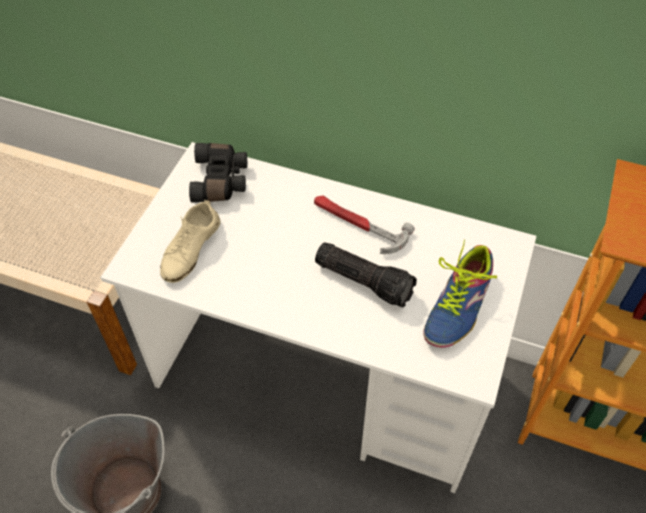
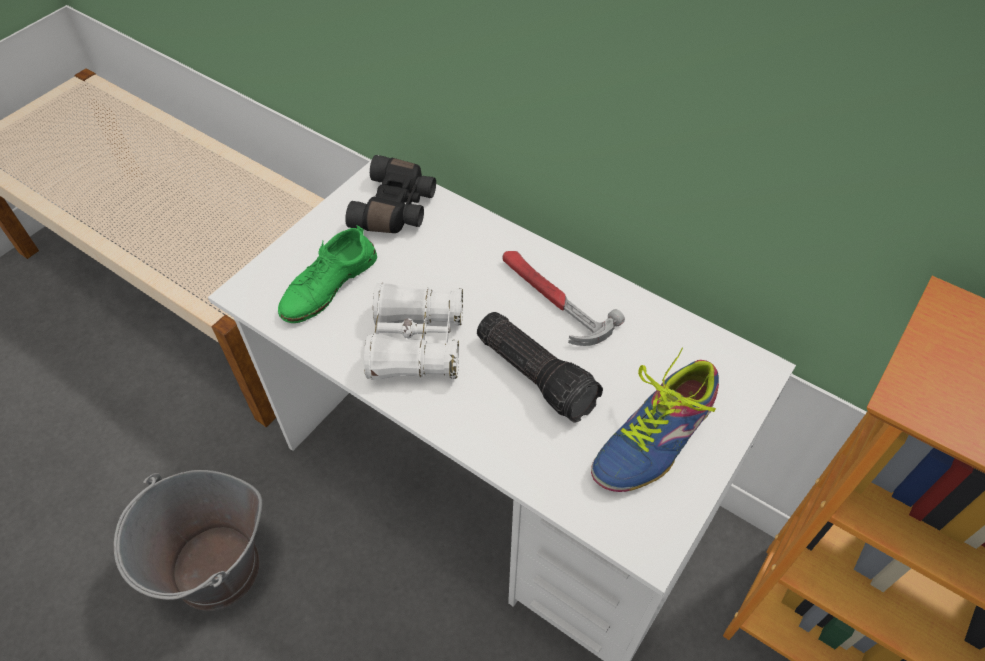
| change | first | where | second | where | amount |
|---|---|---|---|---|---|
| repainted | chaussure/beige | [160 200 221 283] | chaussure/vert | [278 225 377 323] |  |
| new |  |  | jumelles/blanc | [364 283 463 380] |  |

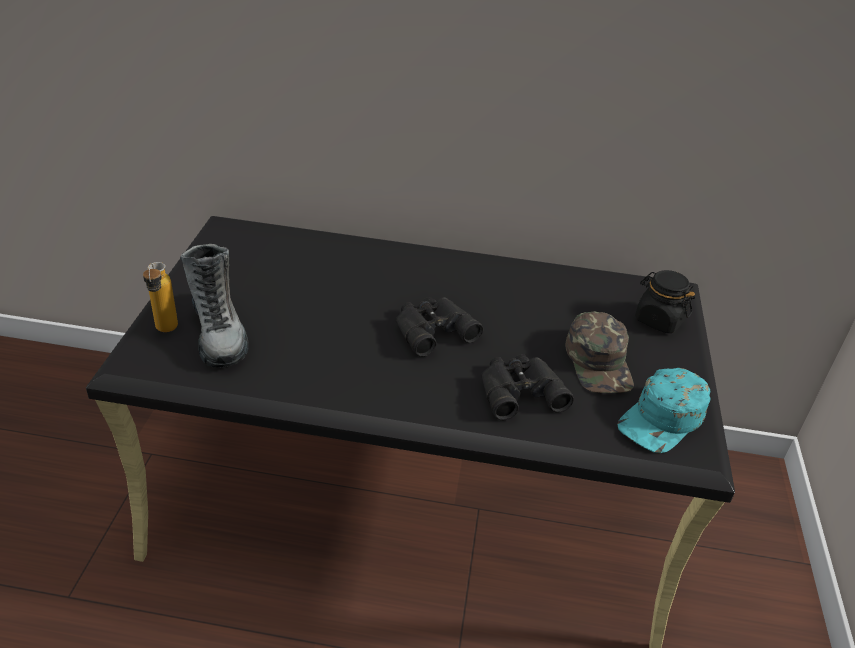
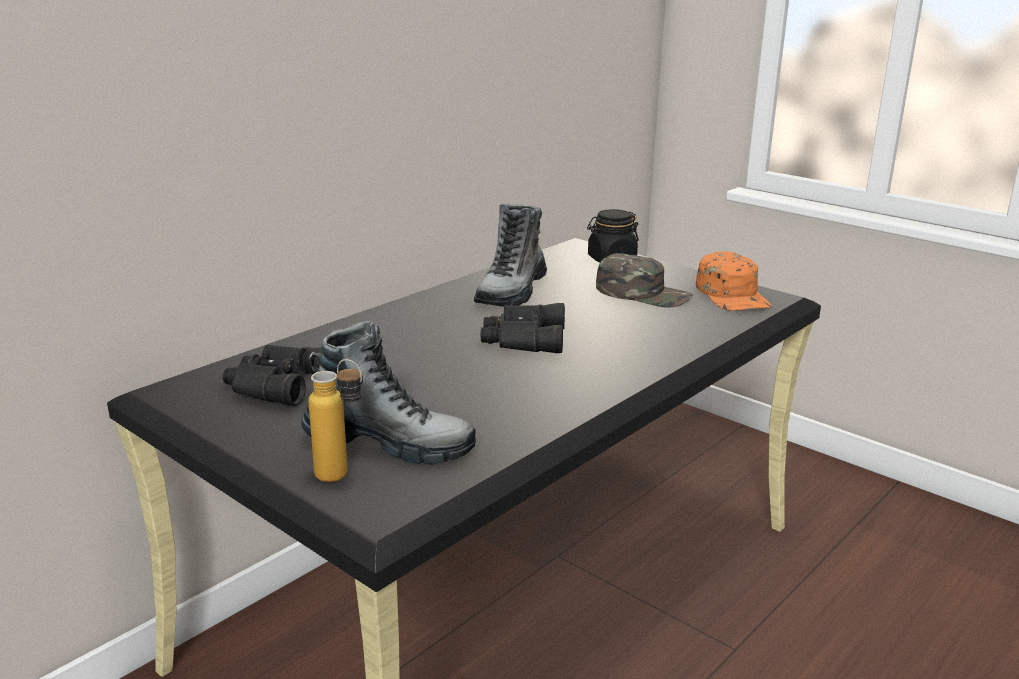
| change | first | where | second | where | amount |
|---|---|---|---|---|---|
| shifted | jumelles/noir | [481 354 574 420] |  | [223 344 322 406] |  |
| repainted | casquette/turquoise | [617 368 711 453] | casquette/orange | [696 251 772 311] |  |
| new |  |  | botte | [474 203 547 307] |  |

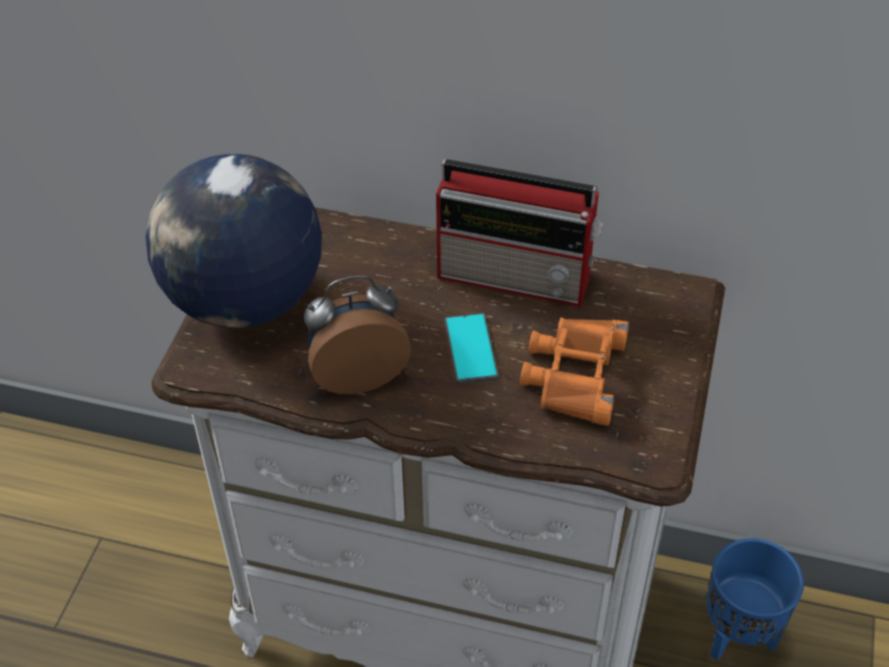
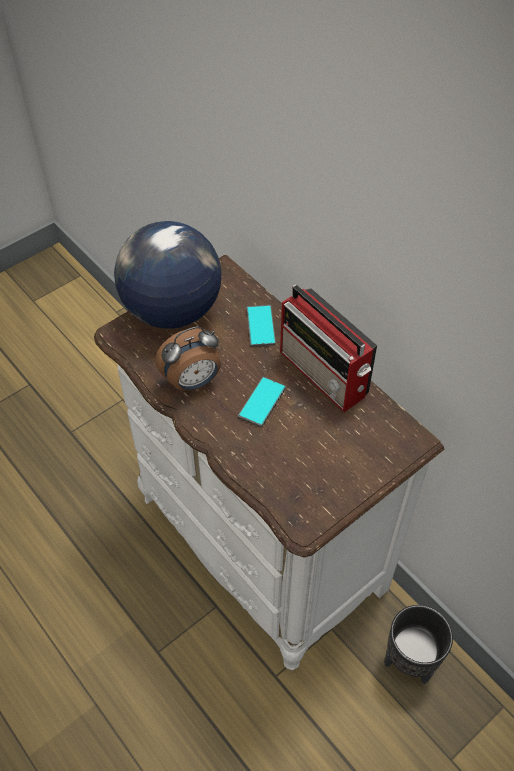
| change | first | where | second | where | amount |
|---|---|---|---|---|---|
| rotated | réveil | [304 275 411 394] |  | [155 327 221 391] | 135 degrees clockwise |
| gone | jumelles/orange | [520 318 629 426] |  |  |  |
| repainted | cache-pot/bleu | [706 538 804 661] | cache-pot/noir | [384 605 453 684] |  |
| new |  |  | téléphone | [247 305 276 347] |  |

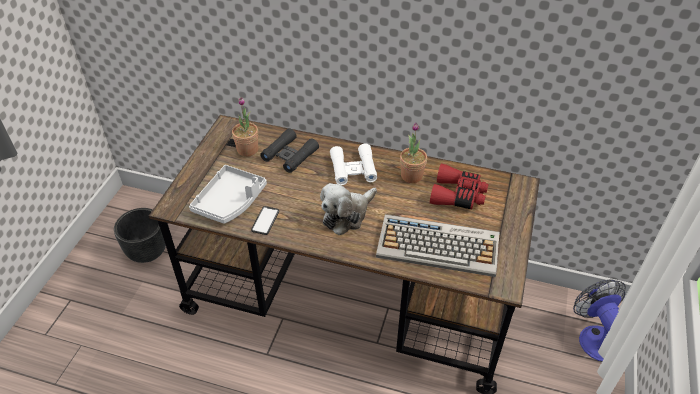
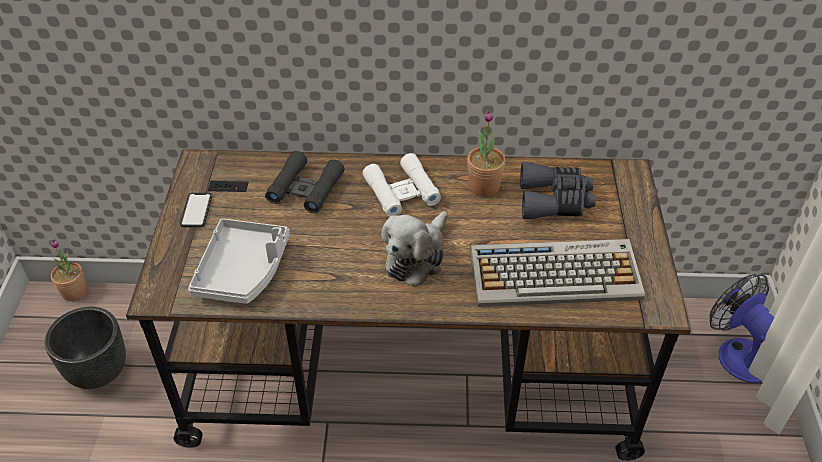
| change | first | where | second | where | amount |
|---|---|---|---|---|---|
| shifted | plante en pot | [232 97 258 157] |  | [50 239 87 301] |  |
| repainted | jumelles/rouge | [430 164 489 209] | jumelles/gris | [520 162 596 219] |  |
| shifted | téléphone | [251 206 279 235] |  | [180 193 212 227] |  |

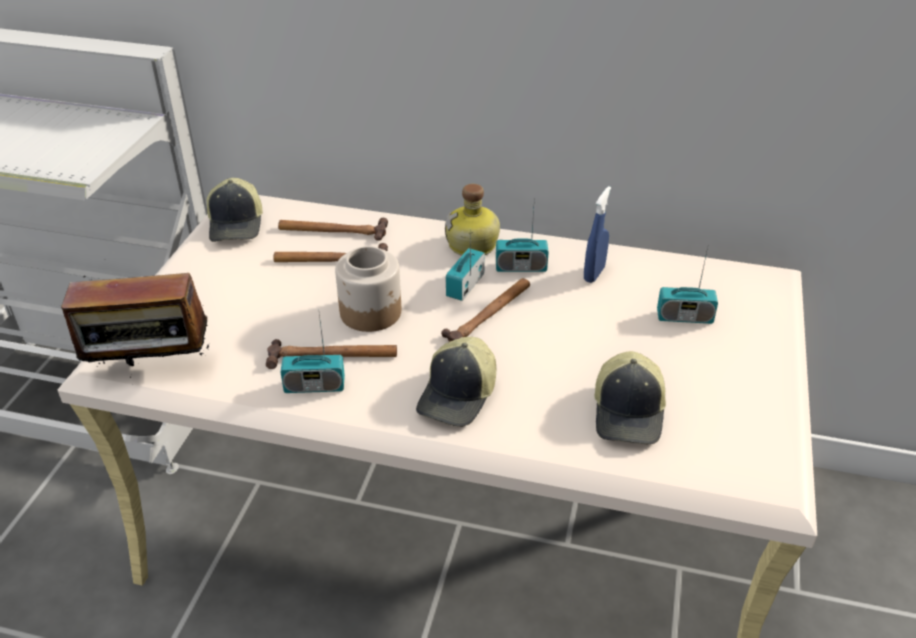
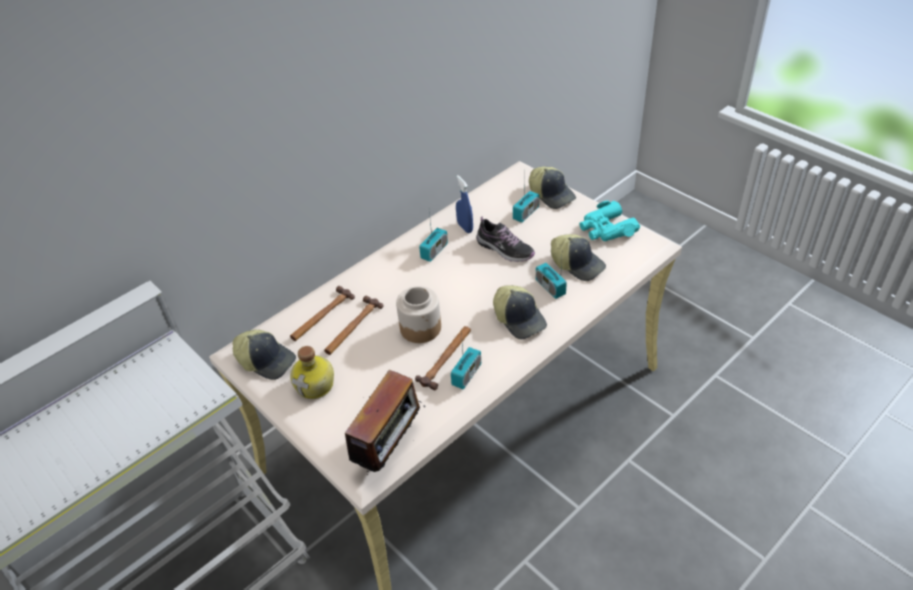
| change | first | where | second | where | amount |
|---|---|---|---|---|---|
| shifted | bouteille | [445 184 500 256] |  | [290 346 334 399] |  |
| shifted | radio | [446 242 485 301] |  | [536 259 567 299] |  |
| gone | marteau | [441 278 530 342] |  |  |  |
| new |  |  | casquette | [529 167 576 209] |  |
| new |  |  | jumelles/turquoise | [580 201 640 241] |  |
| new |  |  | chaussure | [476 217 535 262] |  |

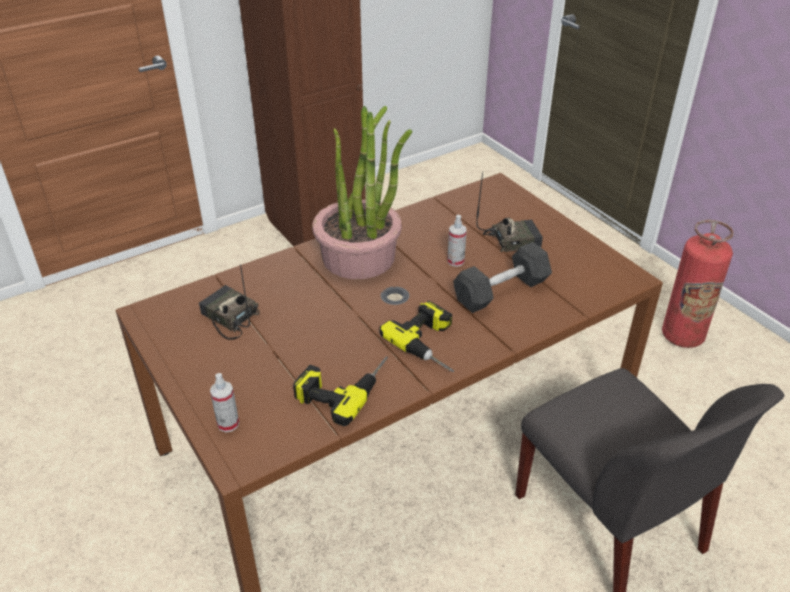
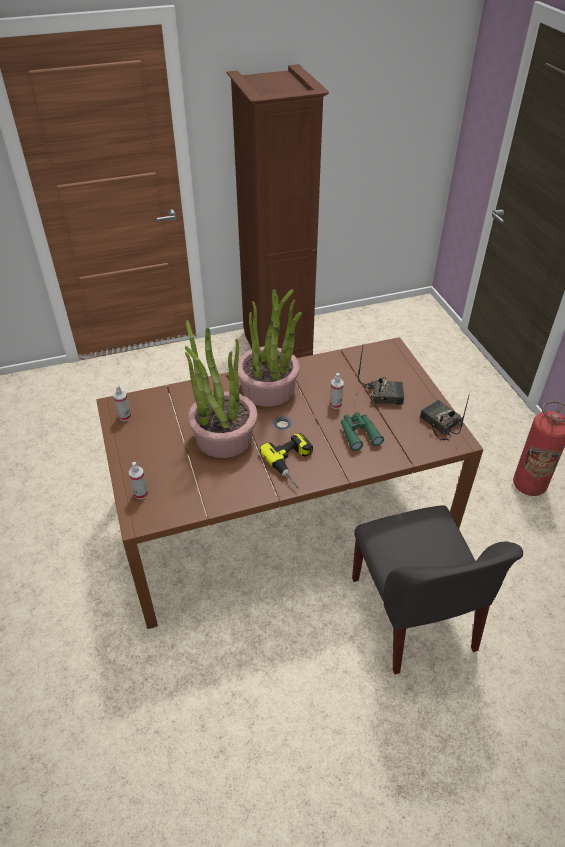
| change | first | where | second | where | amount |
|---|---|---|---|---|---|
| swapped | haltère/gris | [453 242 552 313] | jumelles/vert | [341 412 384 451] |  |
| shifted | radio | [199 264 260 340] |  | [420 394 470 440] |  |
| gone | perceuse | [293 357 388 426] |  |  |  |
| new |  |  | plante en pot | [185 320 258 458] |  |
| new |  |  | vaporisateur | [113 385 131 421] |  |

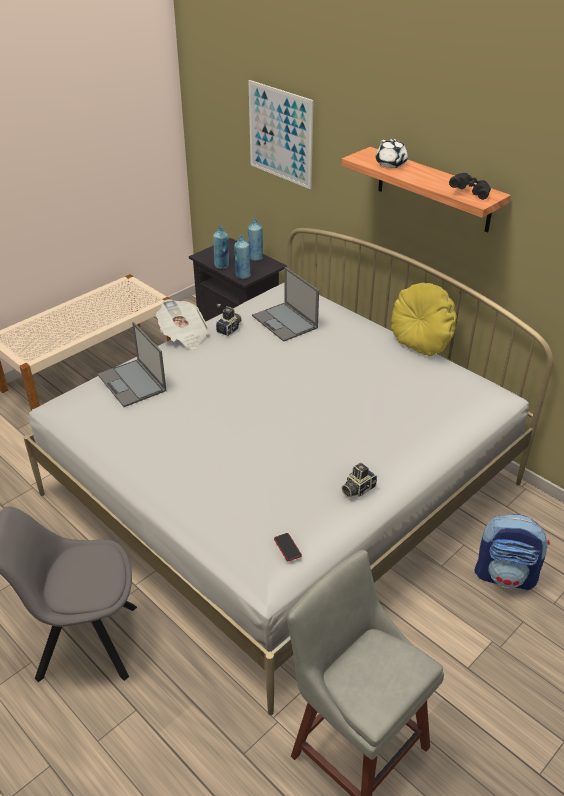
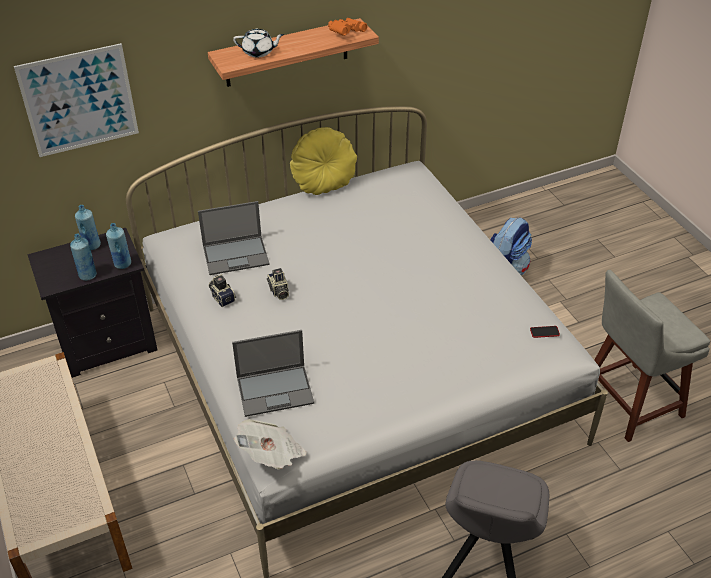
| change | first | where | second | where | amount |
|---|---|---|---|---|---|
| repainted | jumelles/noir | [449 173 491 200] | jumelles/orange | [328 18 367 36] |  |
| shifted | journal | [156 299 210 350] |  | [233 419 306 469] |  |
| shifted | appareil photo | [342 463 377 497] |  | [267 268 289 300] |  |

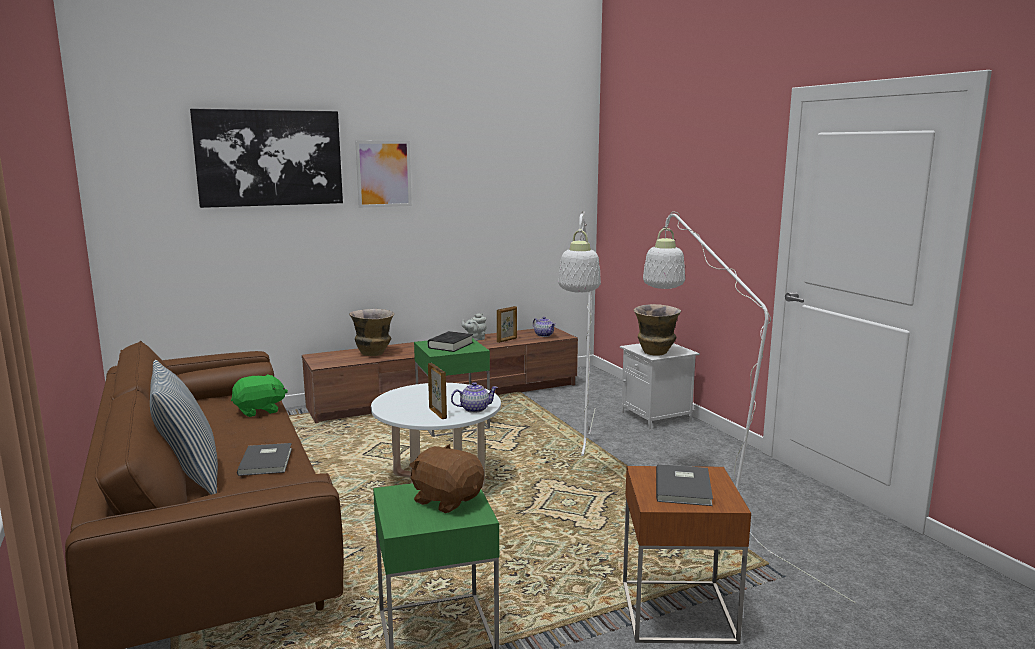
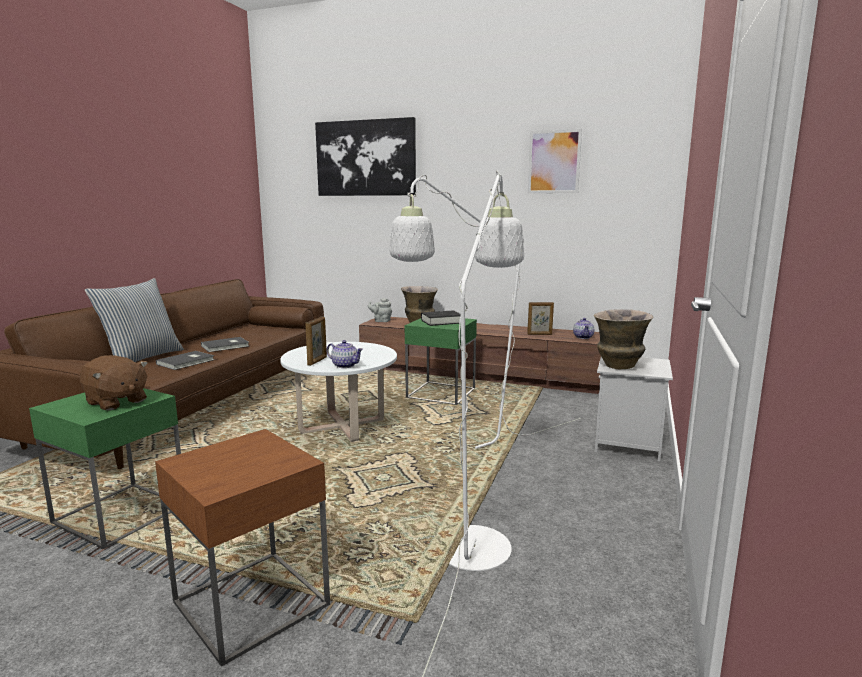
| change | first | where | second | where | amount |
|---|---|---|---|---|---|
| shifted | tableau | [355 141 412 208] |  | [528 129 582 193] |  |
| shifted | théière/gris | [462 313 487 341] |  | [368 298 392 322] |  |
| gone | peluche/vert | [231 374 288 417] |  |  |  |
| rotated | peluche/marron | [409 444 484 513] |  | [80 355 148 411] | 135 degrees clockwise |
| shifted | livre/gris | [656 464 713 506] |  | [201 337 249 352] |  |

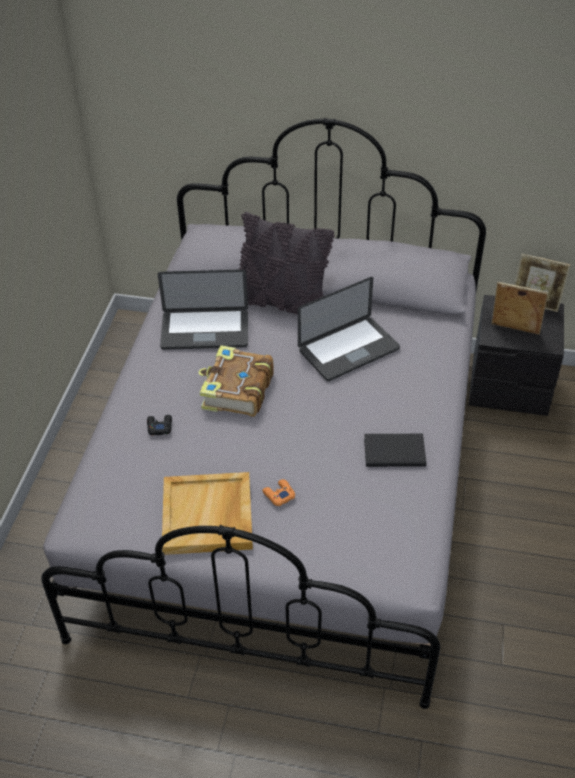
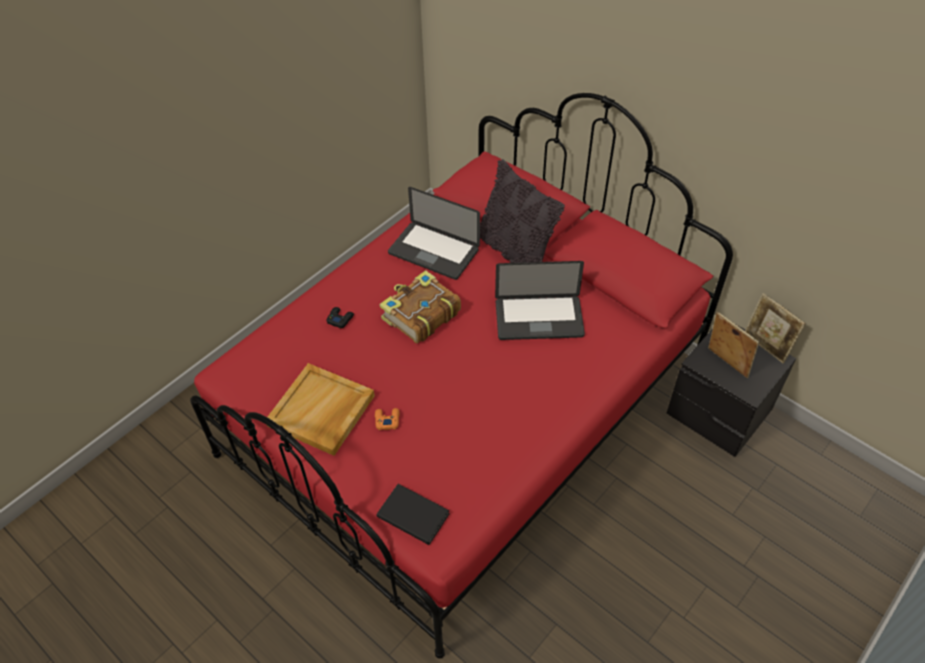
| change | first | where | second | where | amount |
|---|---|---|---|---|---|
| repainted | lit/gris | [41 118 486 709] | lit/rouge | [190 93 733 659] |  |
| shifted | livre/noir | [364 434 426 467] |  | [376 484 450 545] |  |

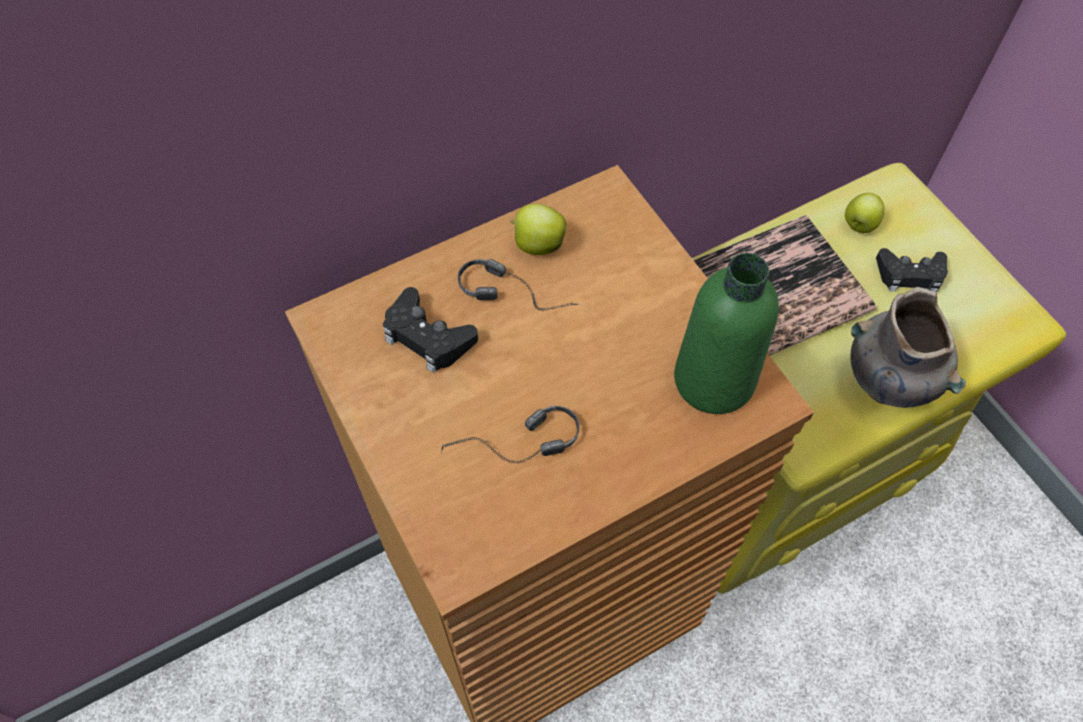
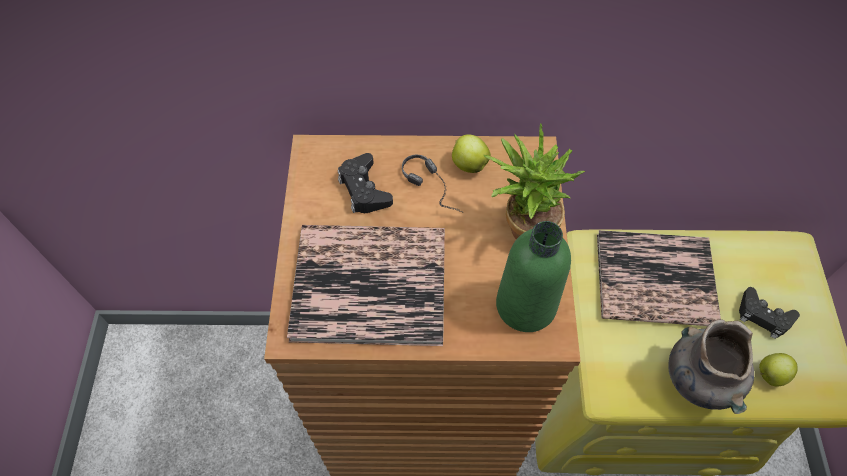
| change | first | where | second | where | amount |
|---|---|---|---|---|---|
| shifted | pomme | [845 193 885 233] |  | [759 353 798 386] |  |
| swapped | casque audio | [441 406 579 463] | livre | [287 225 445 346] |  |
| new |  |  | plante en pot | [484 123 585 239] |  |

